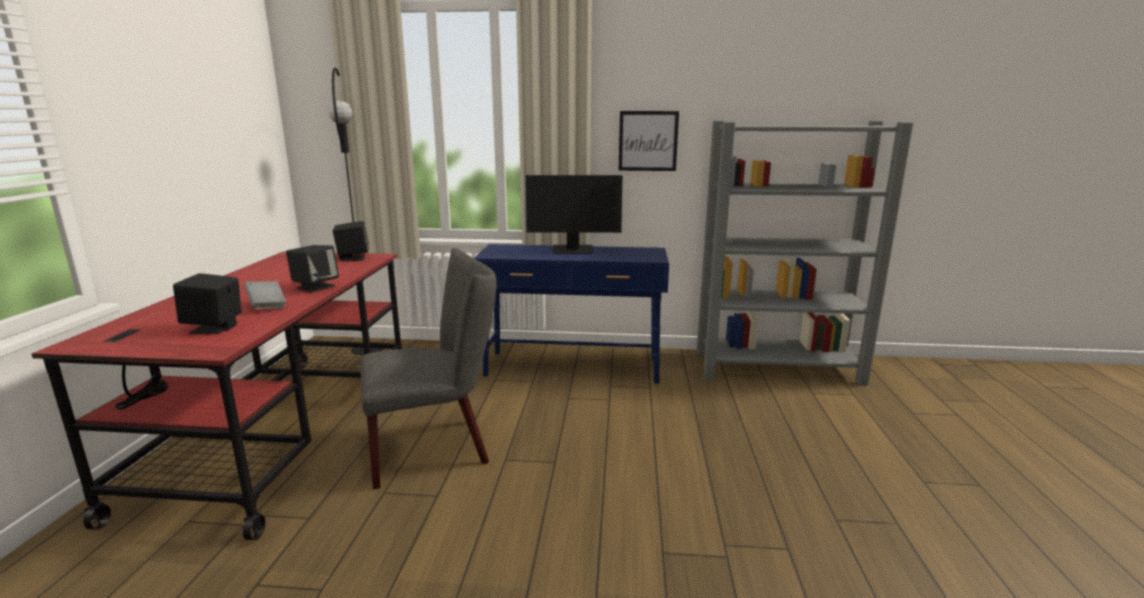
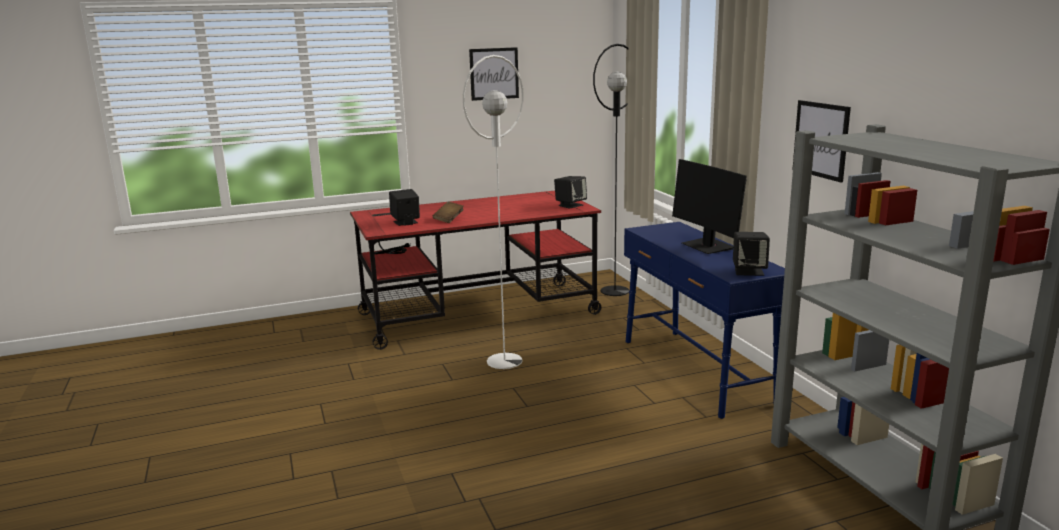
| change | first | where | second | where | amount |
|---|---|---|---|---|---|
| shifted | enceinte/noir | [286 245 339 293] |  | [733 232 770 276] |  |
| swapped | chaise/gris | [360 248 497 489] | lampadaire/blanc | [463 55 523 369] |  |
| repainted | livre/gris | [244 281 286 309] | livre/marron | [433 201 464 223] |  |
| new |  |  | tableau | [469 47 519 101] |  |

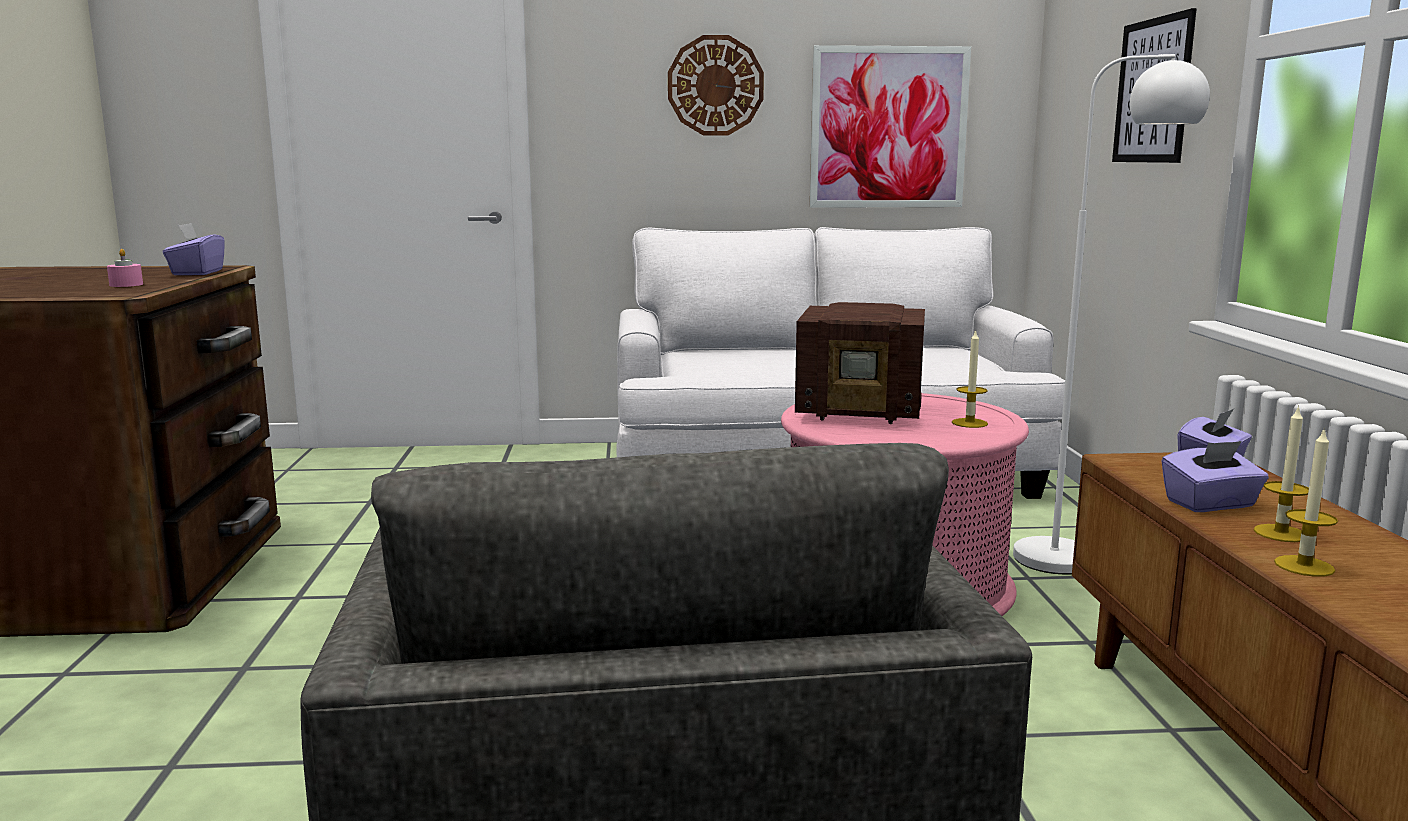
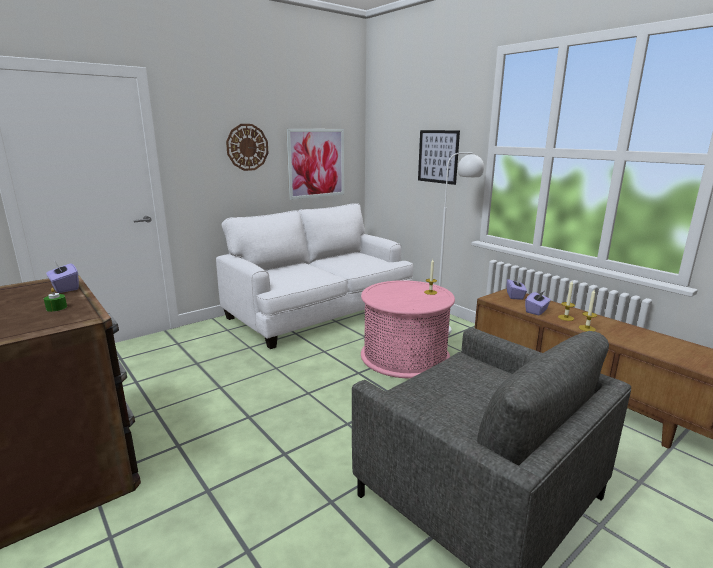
| change | first | where | second | where | amount |
|---|---|---|---|---|---|
| repainted | bougie/rose | [107 249 143 287] | bougie/vert | [44 288 67 312] |  |
| gone | radio | [795 302 925 424] |  |  |  |

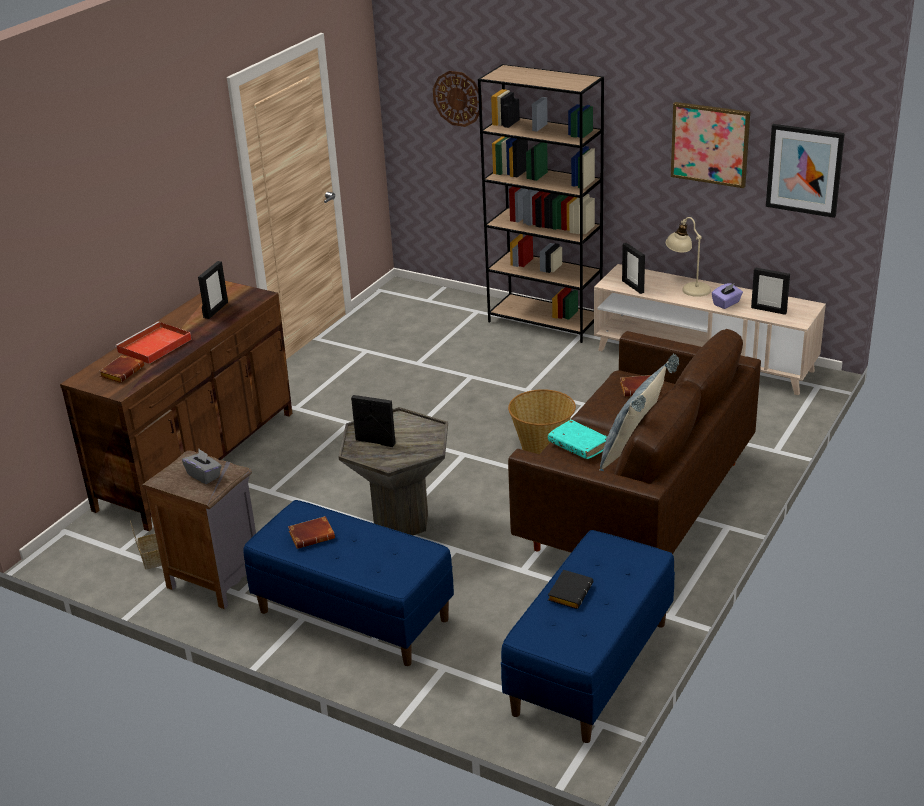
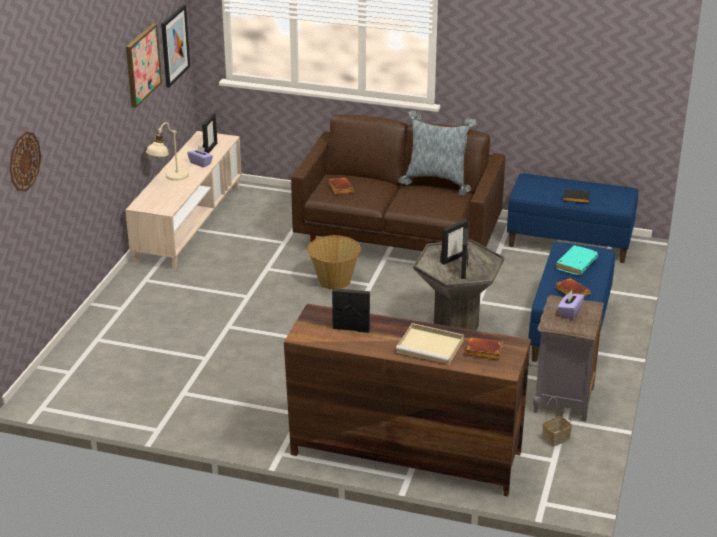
| change | first | where | second | where | amount |
|---|---|---|---|---|---|
| gone | bibliothèque/beige | [478 64 604 343] |  |  |  |
| shifted | cadre photo | [622 243 645 294] |  | [440 219 469 265] |  |
| repainted | plateau/rouge | [115 322 192 364] | plateau/beige | [396 323 464 365] |  |
| shifted | livre/turquoise | [548 420 607 459] |  | [556 245 598 275] |  |
| repainted | boîte à mouchoirs/gris | [182 449 222 484] | boîte à mouchoirs/violet | [558 290 584 319] |  |

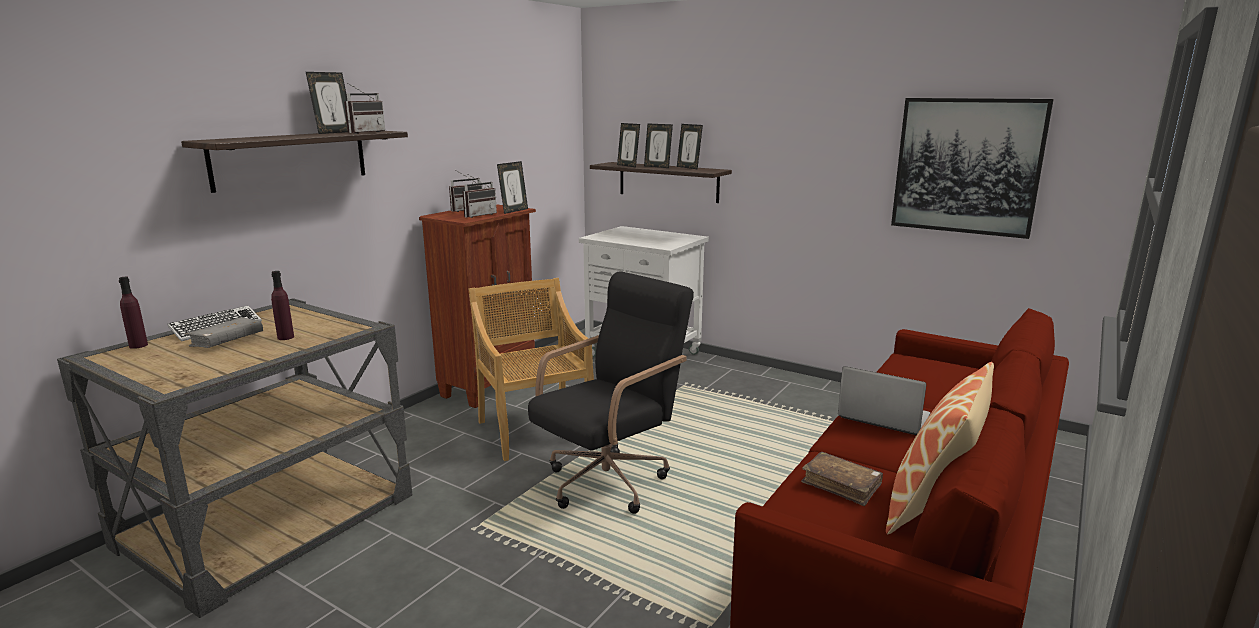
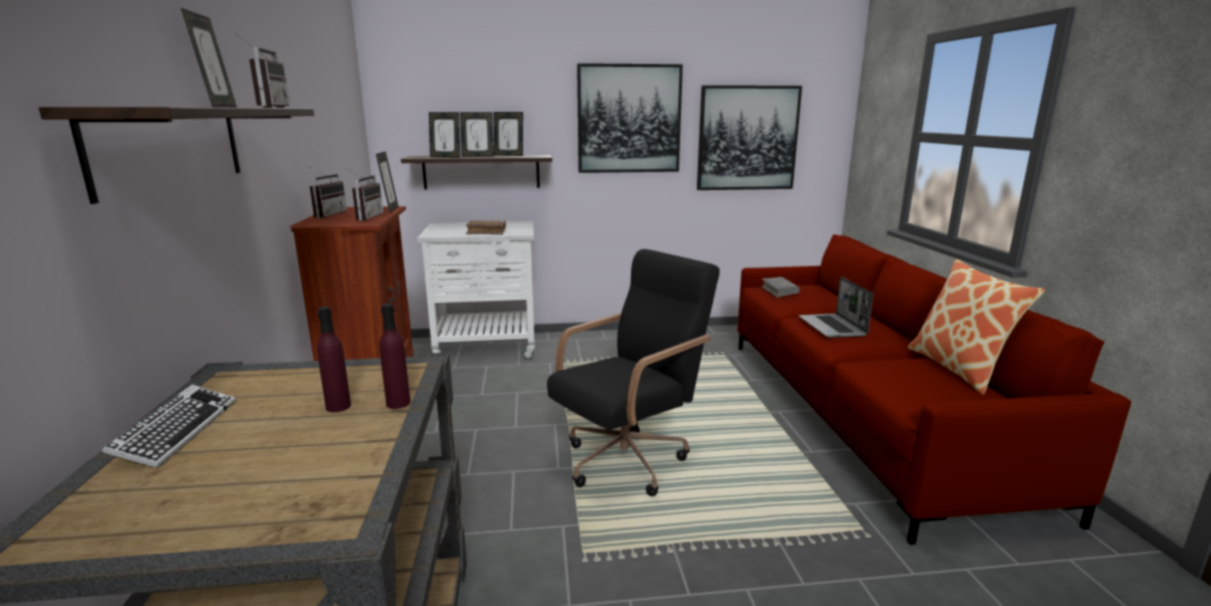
| change | first | where | second | where | amount |
|---|---|---|---|---|---|
| rotated | chaise de bureau/noir | [528 272 694 514] |  | [547 249 720 496] | 45 degrees clockwise |
| shifted | bouteille/violet | [119 277 148 349] |  | [379 303 411 409] |  |
| gone | chaise/beige | [468 278 594 461] |  |  |  |
| shifted | livre/gris | [185 317 263 348] |  | [761 277 800 298] |  |
| rotated | ordinateur portable | [838 366 930 435] |  | [799 277 873 338] | 90 degrees counterclockwise |
| shifted | livre/marron | [801 452 883 506] |  | [466 221 506 235] |  |
| new |  |  | tableau | [577 63 683 173] |  |

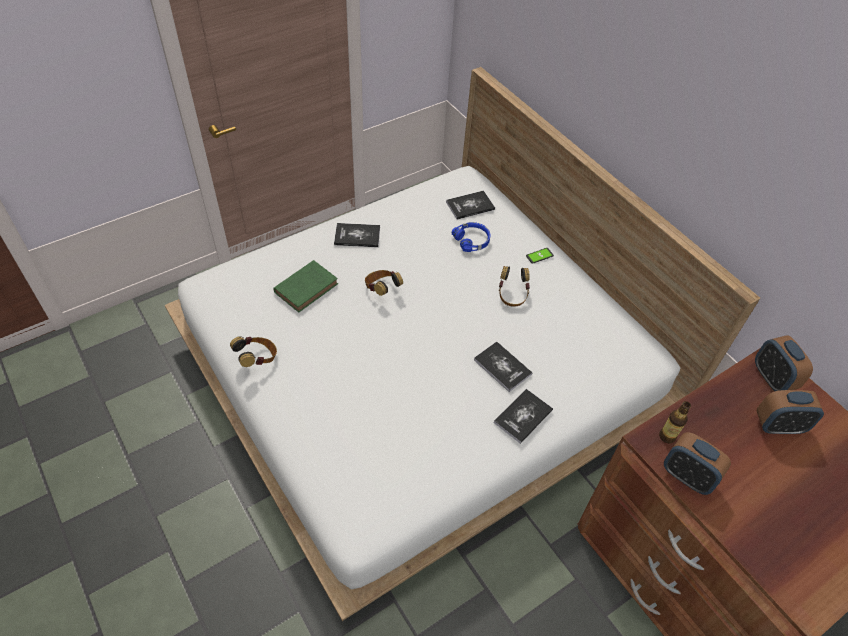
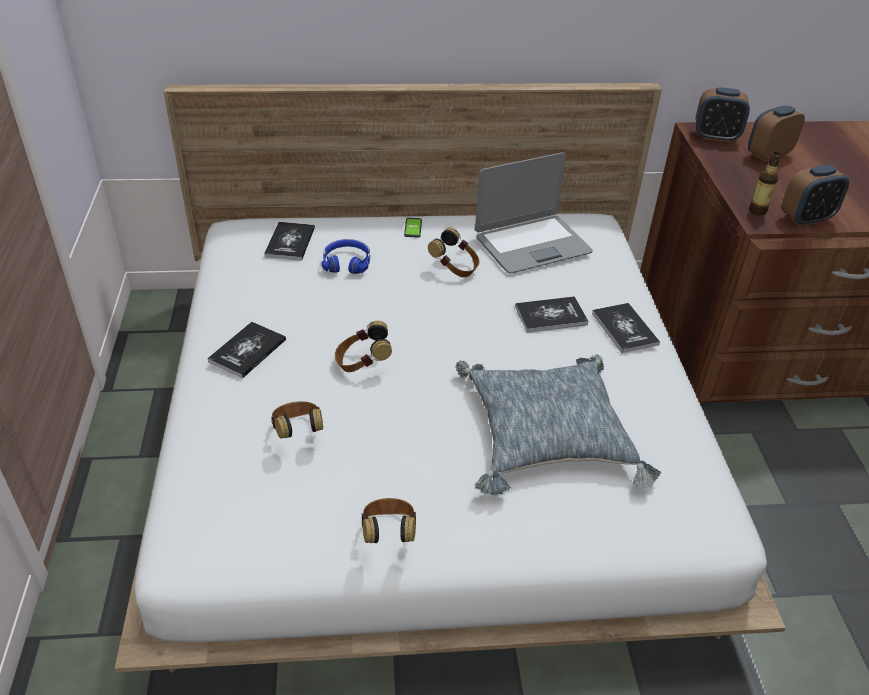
| change | first | where | second | where | amount |
|---|---|---|---|---|---|
| swapped | livre/vert | [273 260 338 312] | casque audio | [271 401 323 439] |  |
| rotated | réveil | [757 390 824 434] |  | [748 106 805 162] | 150 degrees counterclockwise |
| new |  |  | ordinateur portable | [475 152 593 273] |  |
| new |  |  | coussin | [455 354 662 496] |  |

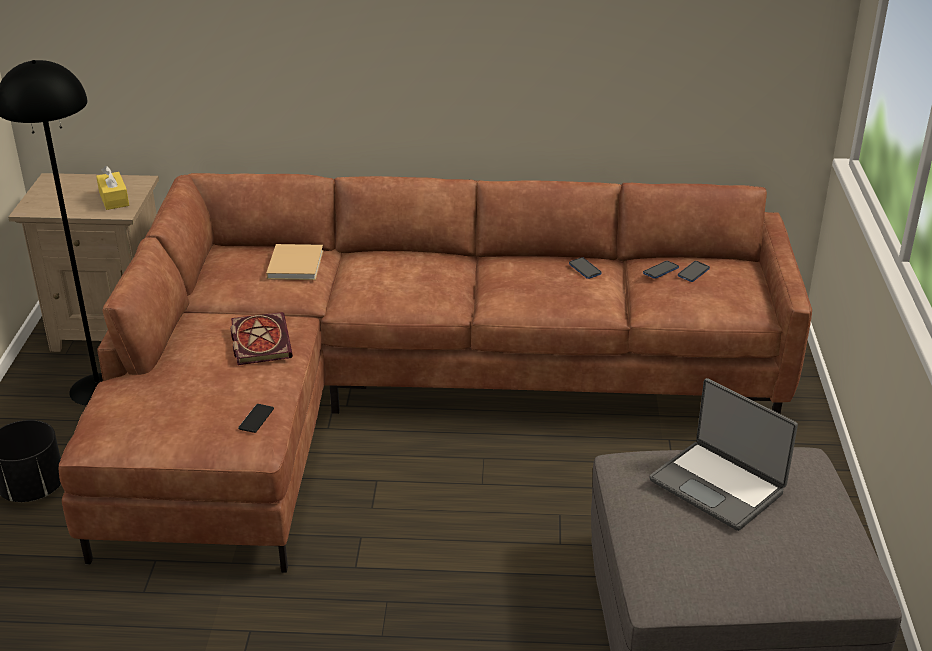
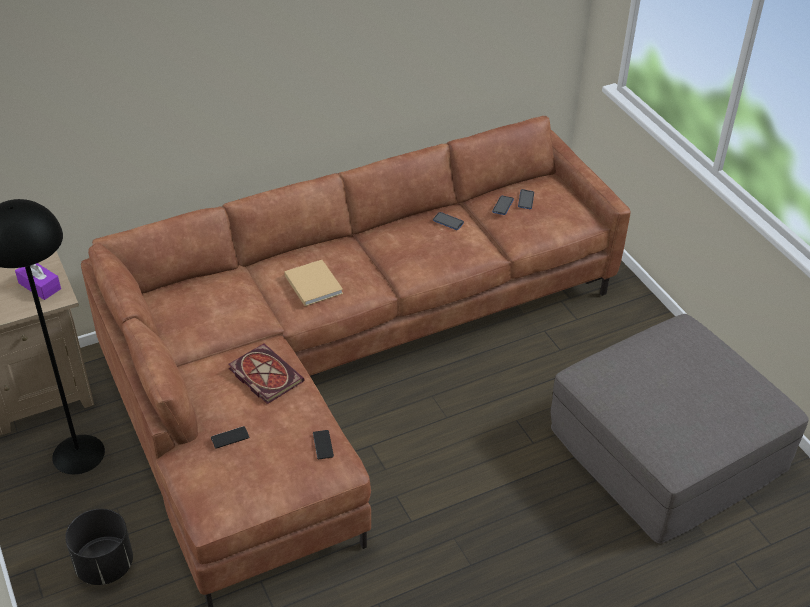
| change | first | where | second | where | amount |
|---|---|---|---|---|---|
| repainted | boîte à mouchoirs/jaune | [96 166 129 210] | boîte à mouchoirs/violet | [15 263 61 300] |  |
| shifted | livre/beige | [266 244 323 280] |  | [284 260 343 306] |  |
| gone | ordinateur portable | [649 378 798 531] |  |  |  |
| new |  |  | téléphone | [211 426 249 449] |  |

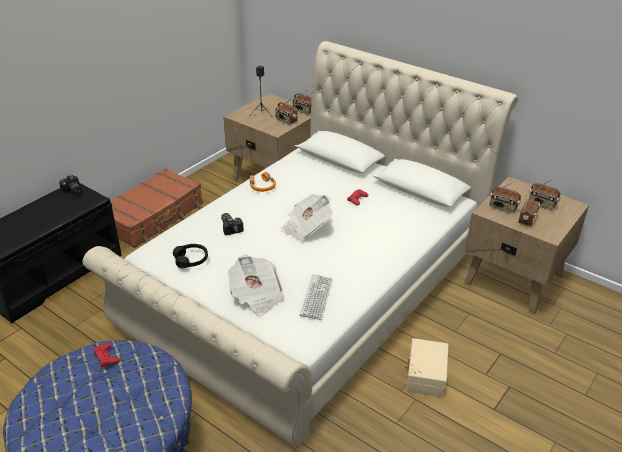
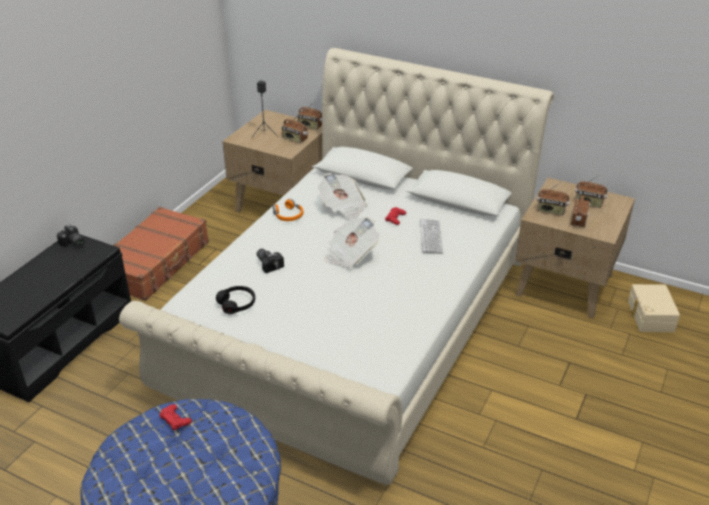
| change | first | where | second | where | amount |
|---|---|---|---|---|---|
| shifted | journal | [228 255 284 316] |  | [318 173 368 219] |  |
| shifted | clavier | [300 274 333 320] |  | [420 219 443 254] |  |
| shifted | boîte de rangement/beige | [405 338 449 398] |  | [628 284 680 332] |  |

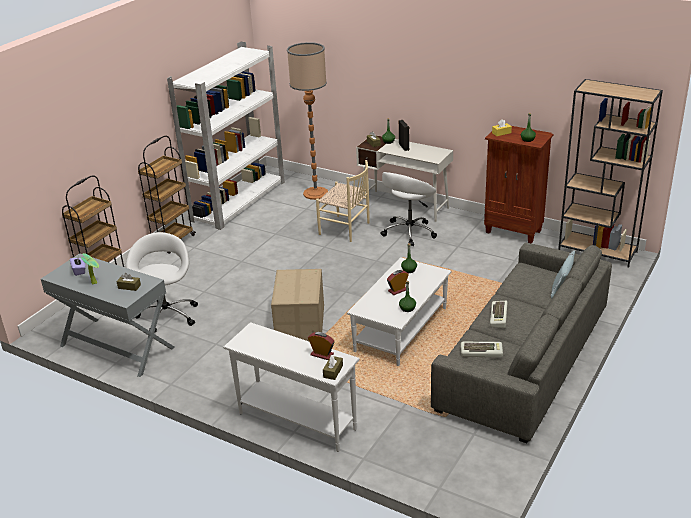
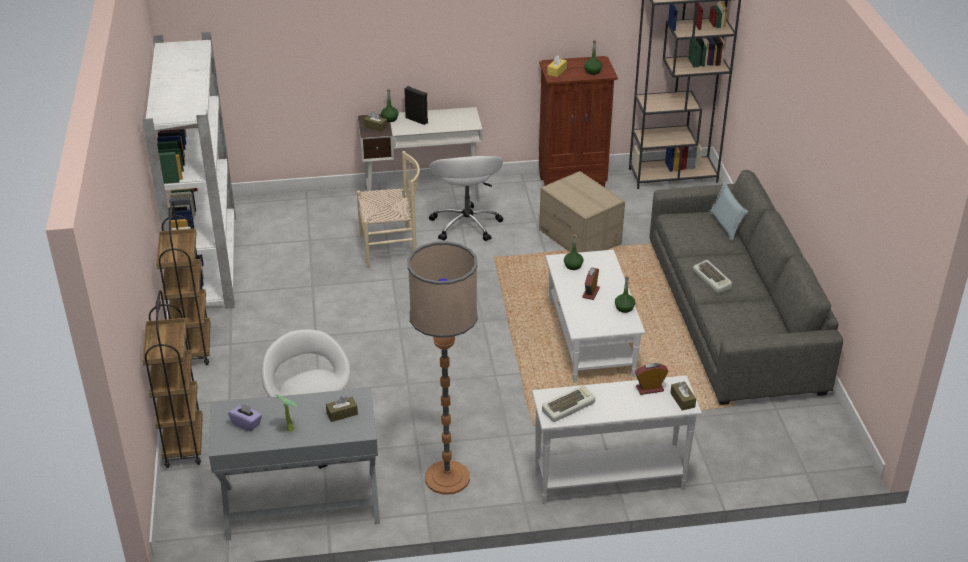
| change | first | where | second | where | amount |
|---|---|---|---|---|---|
| shifted | lampadaire | [287 42 328 200] |  | [407 241 478 495] |  |
| shifted | carton | [271 269 324 341] |  | [539 171 625 253] |  |
| shifted | clavier | [461 342 503 357] |  | [542 385 595 422] |  |

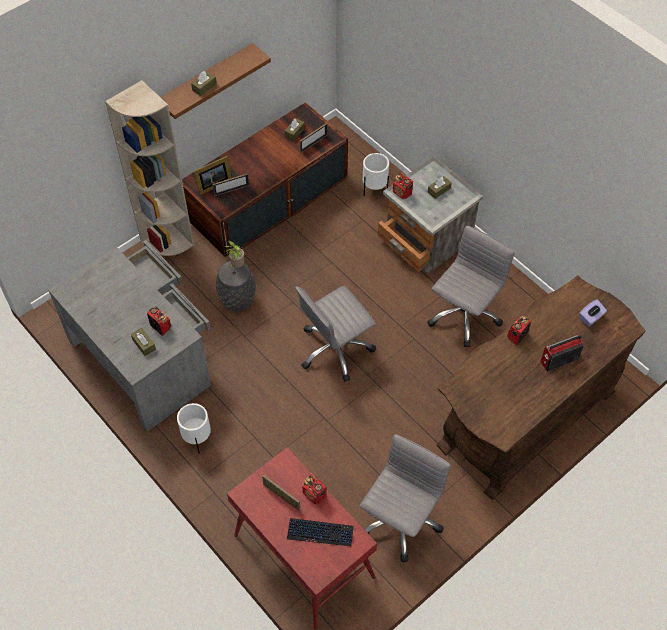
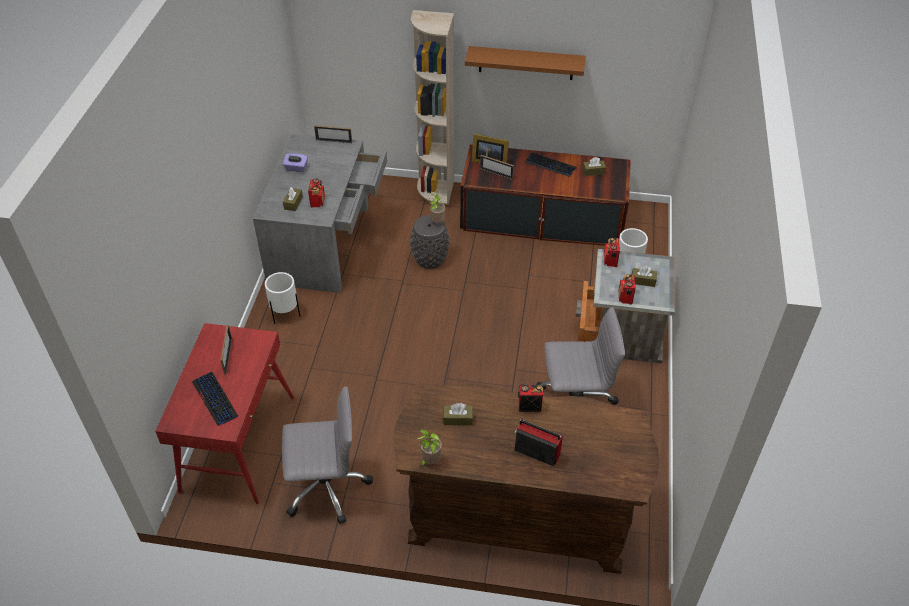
| change | first | where | second | where | amount |
|---|---|---|---|---|---|
| shifted | boîte à mouchoirs/marron | [191 71 217 96] |  | [443 403 473 426] |  |
| shifted | cadre photo | [299 123 328 153] |  | [314 125 352 143] |  |
| gone | chaise de bureau/gris | [295 286 376 382] |  |  |  |
| shifted | boîte à mouchoirs/violet | [579 299 607 326] |  | [283 153 308 172] |  |
| shifted | radio | [302 473 326 505] |  | [619 274 636 305] |  |
| new |  |  | clavier | [525 152 577 177] |  |
| new |  |  | plante en pot | [417 429 442 466] |  |

